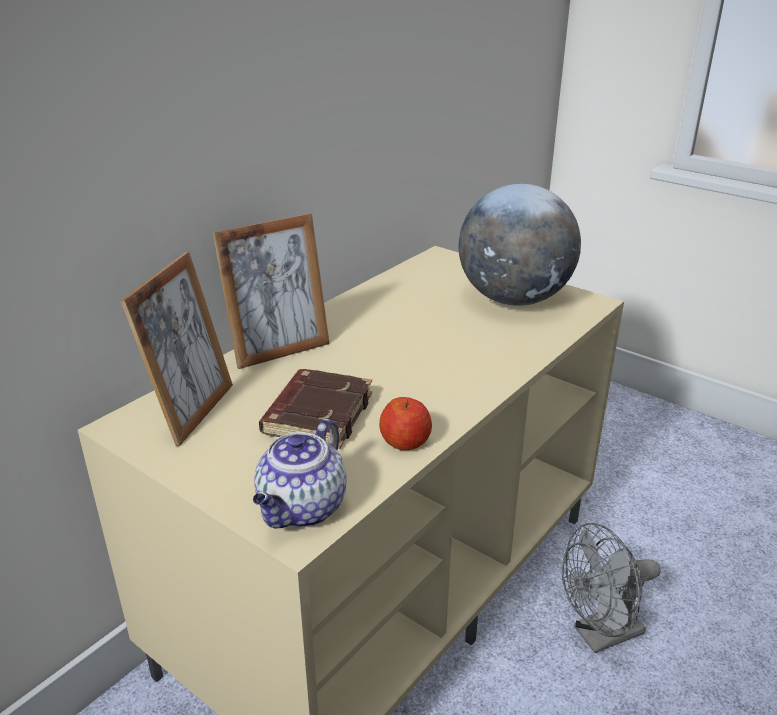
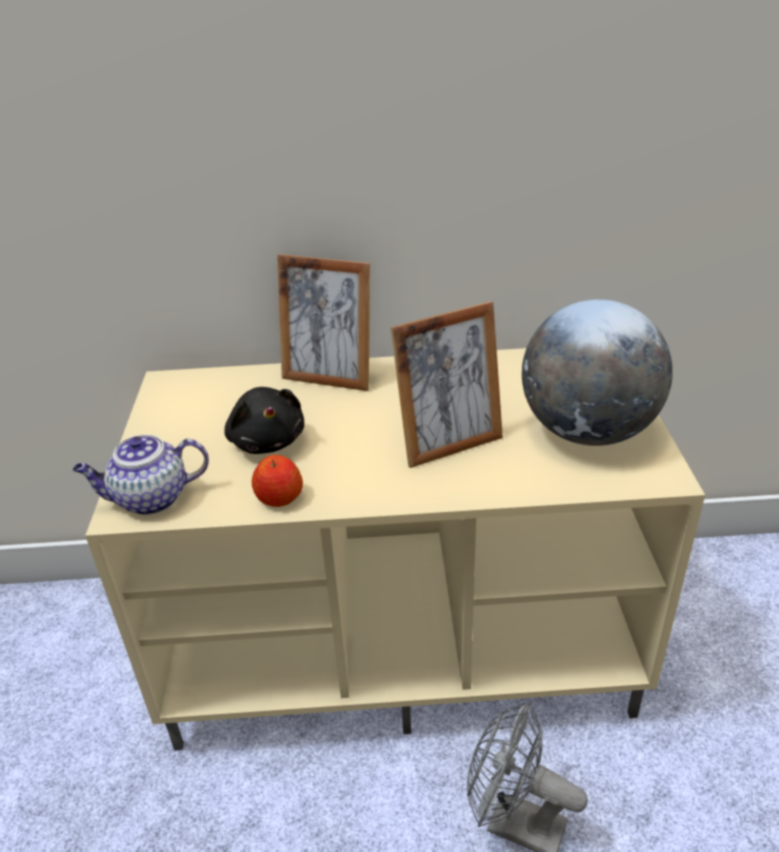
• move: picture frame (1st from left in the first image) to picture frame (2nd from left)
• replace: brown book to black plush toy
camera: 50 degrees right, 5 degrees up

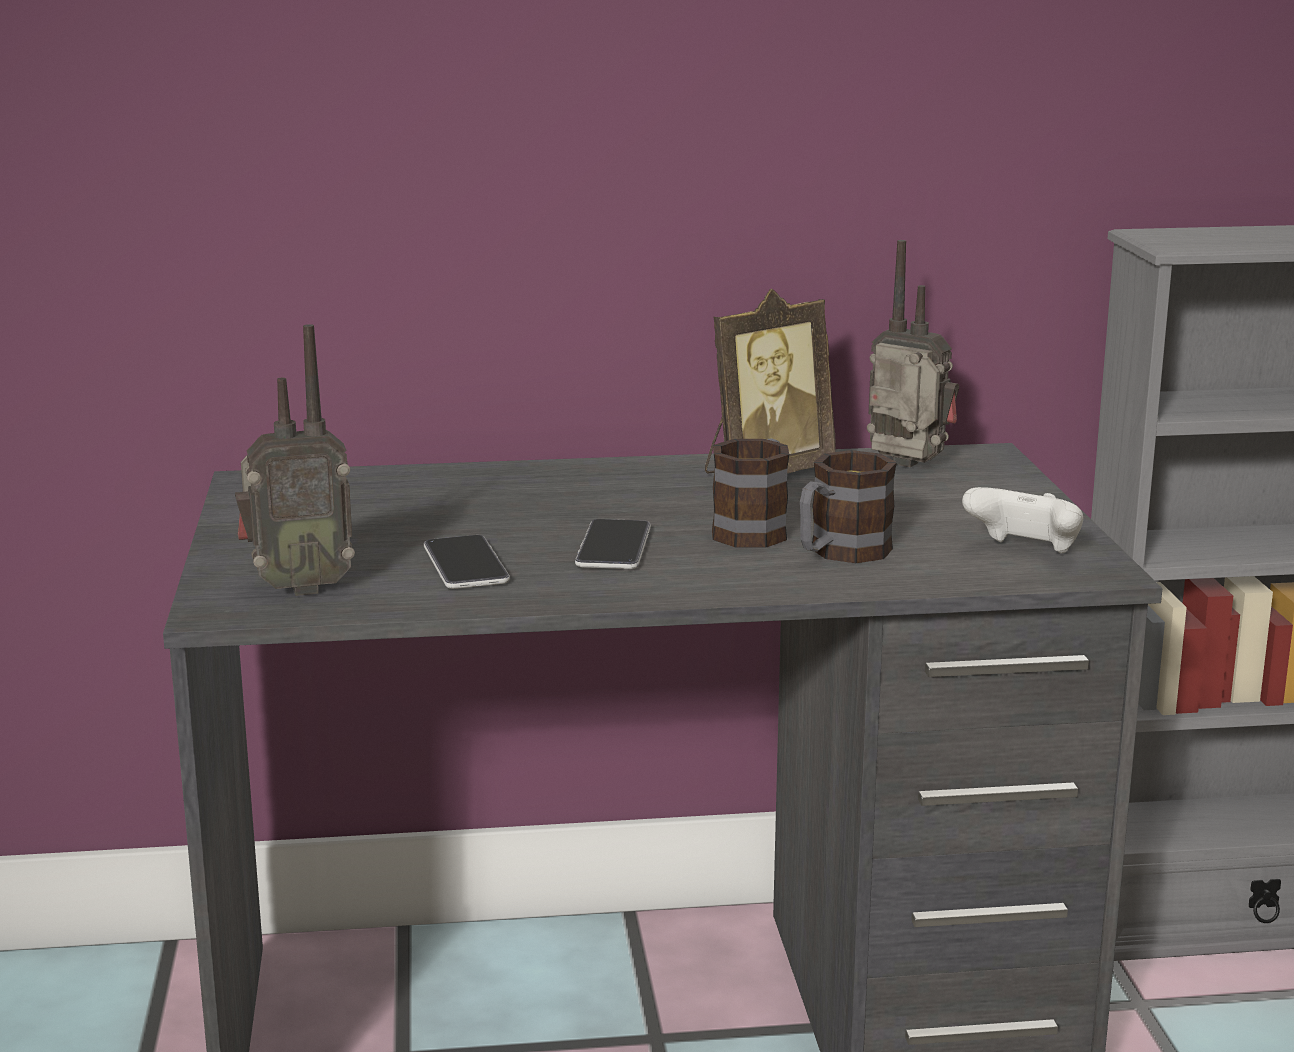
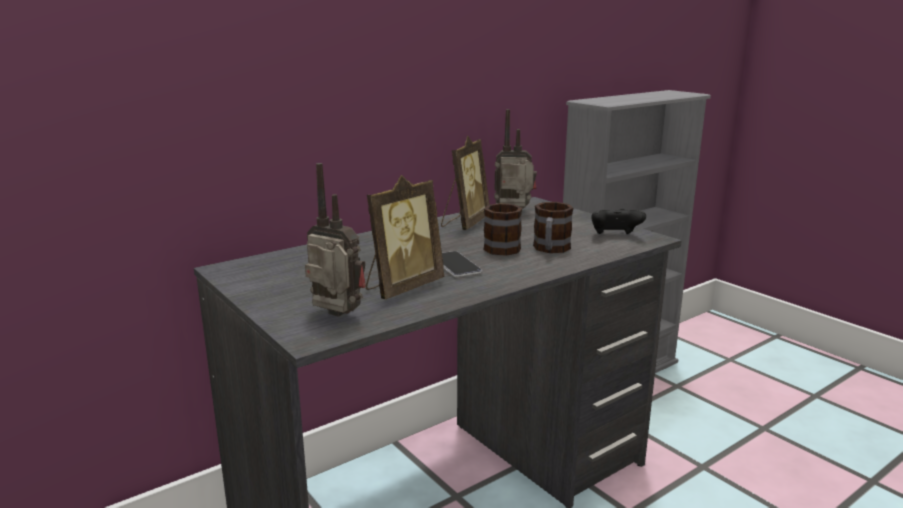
• replace: phone (1st from left) to picture frame (1st from left)
• recolor: white game controller to black game controller
• rotate: radio (1st from left) 105 degrees counterclockwise
camera: 30 degrees left, 0 degrees up

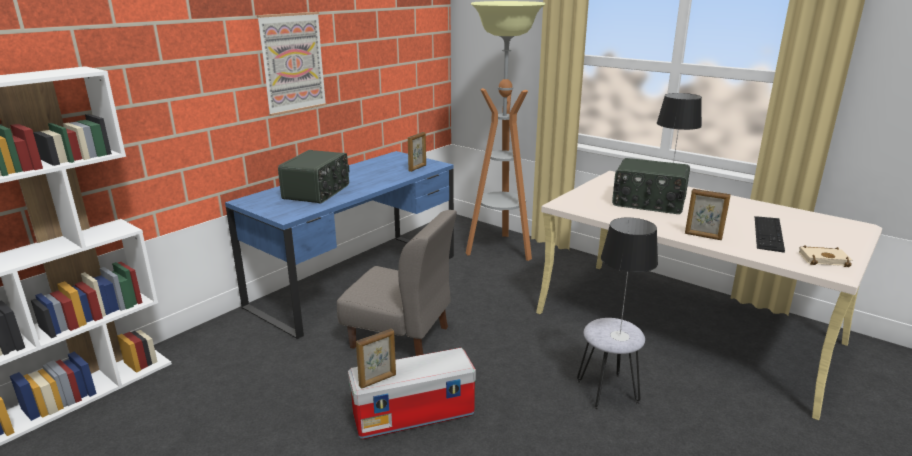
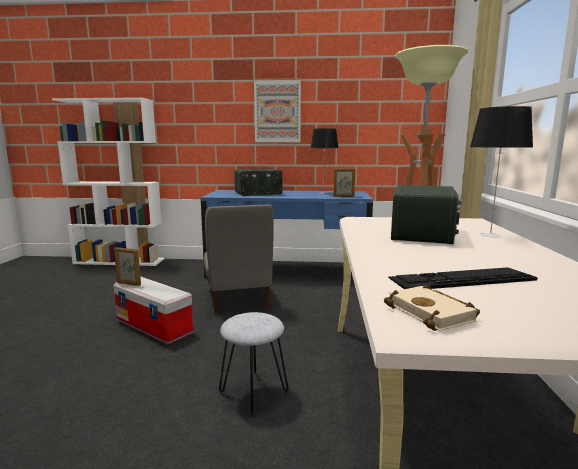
• delete: picture frame (3rd from left)
• move: table lamp (1st from left)
• rotate: radio (2nd from left) 150 degrees counterclockwise
camera: 55 degrees right, 10 degrees down

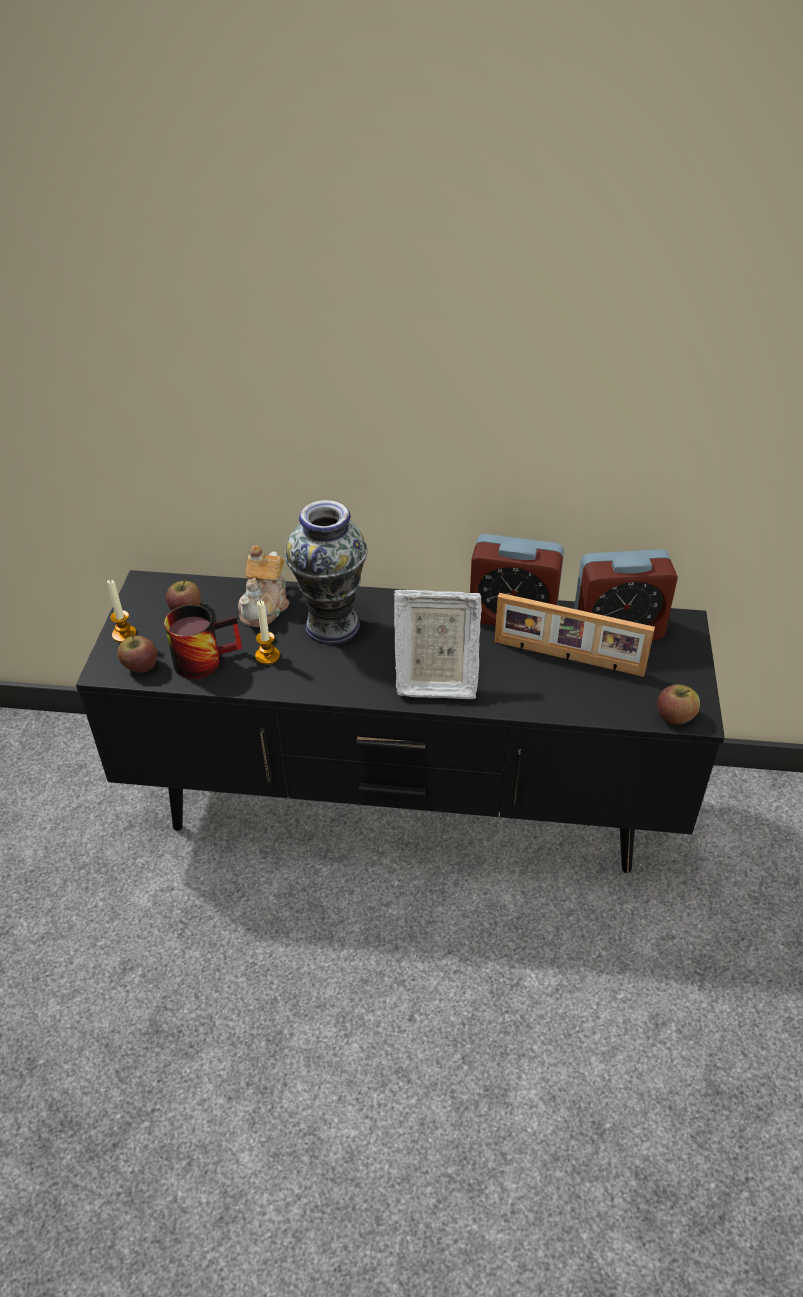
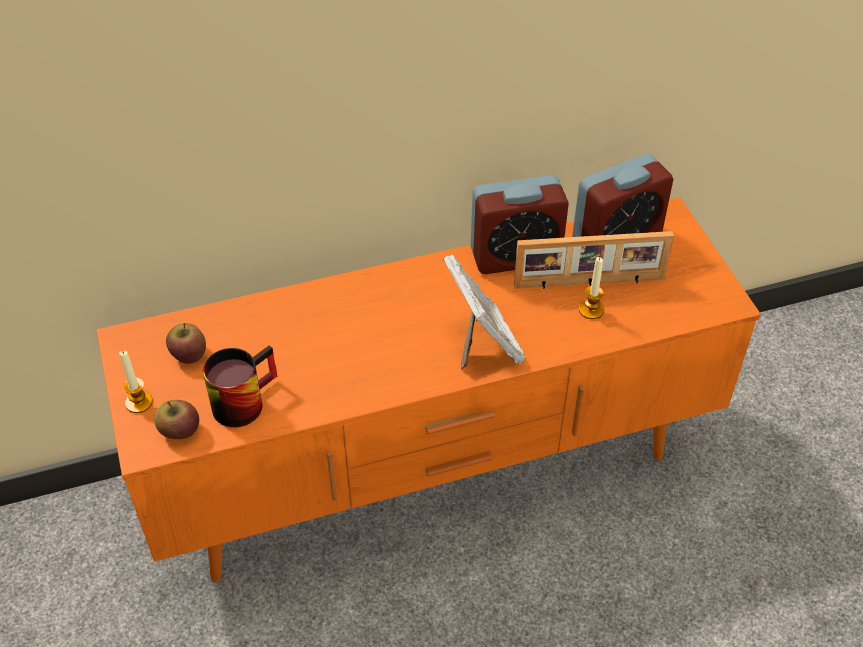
• delete: teapot
• delete: vase
• delete: apple (3rd from left)
• move: candle (2nd from left)
• recolor: black tv stand to orange tv stand
• rotate: picture frame (1st from left) 90 degrees counterclockwise
camera: 25 degrees left, 5 degrees up

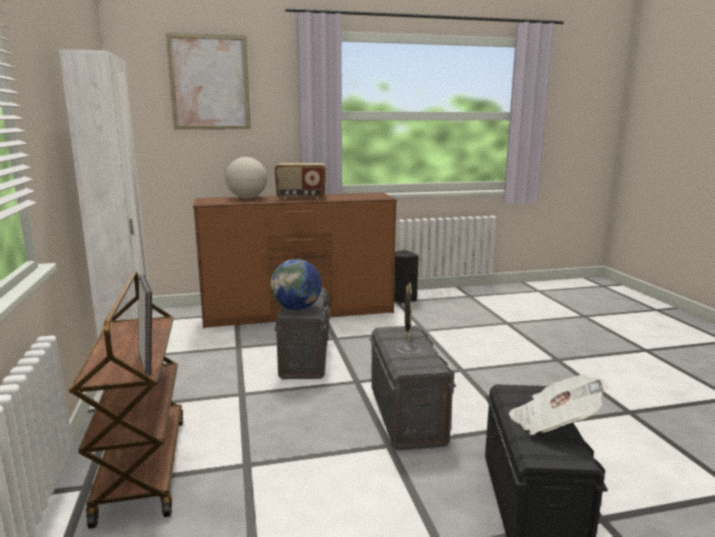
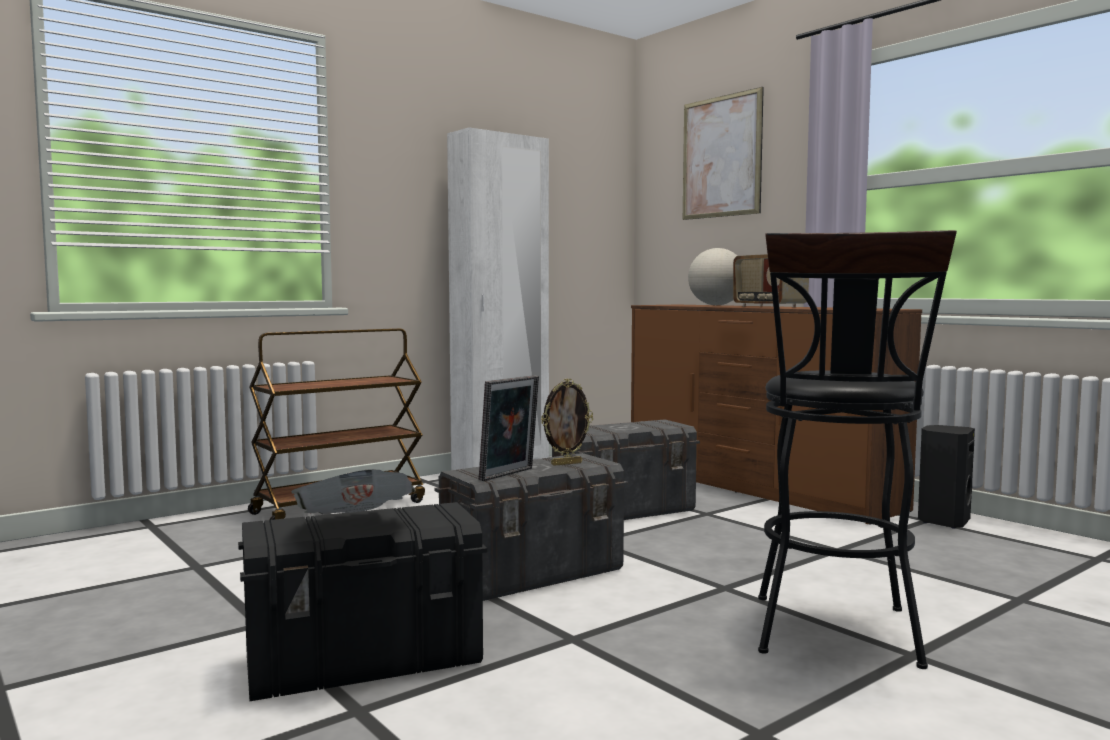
• delete: globe (2nd from left)
• insert: black stool
• move: picture frame (1st from left)
camera: 65 degrees right, 10 degrees down

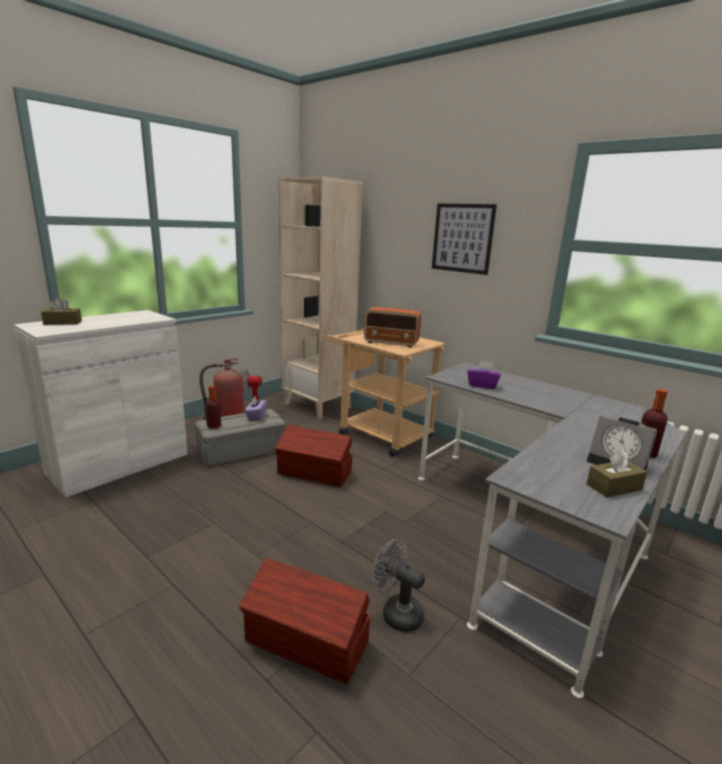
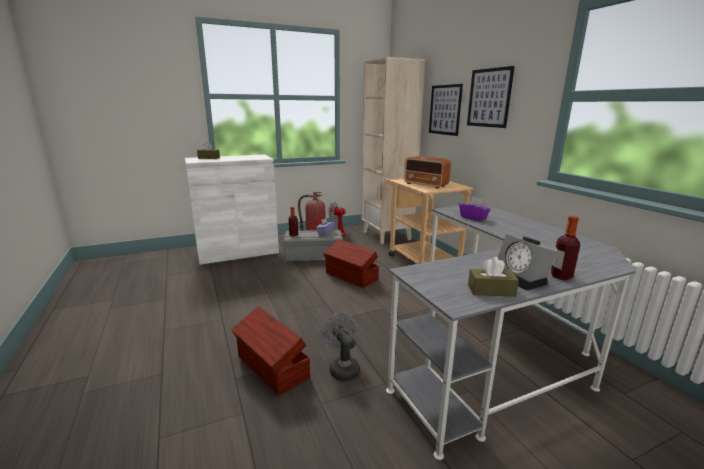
• insert: picture (1st from left)
camera: 25 degrees right, 0 degrees up

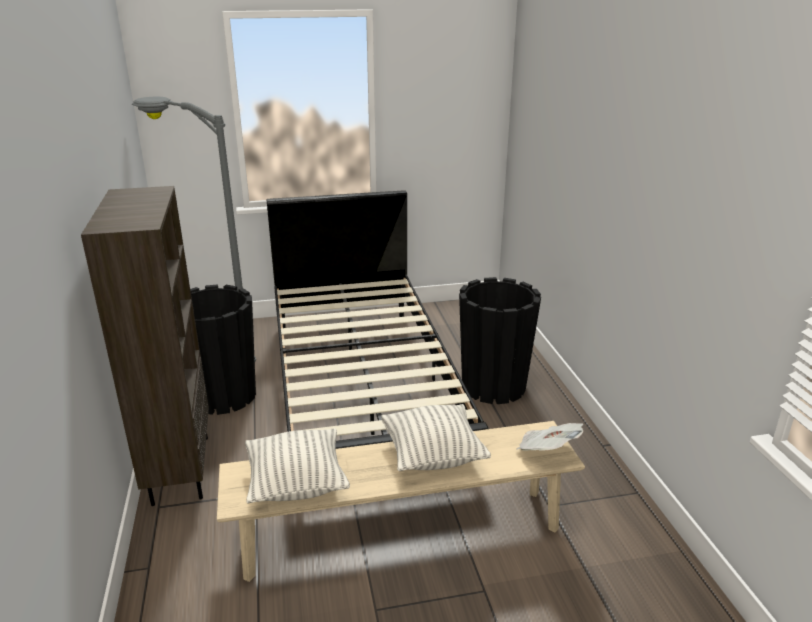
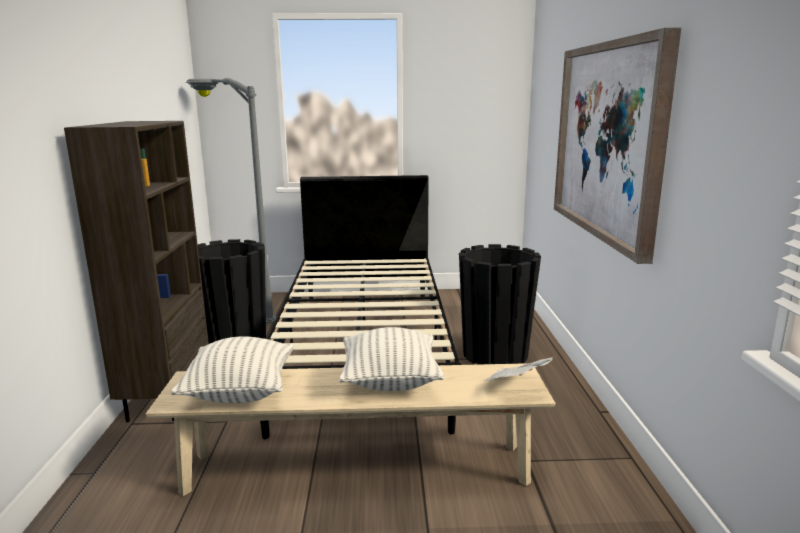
• insert: picture
camera: 10 degrees right, 10 degrees down

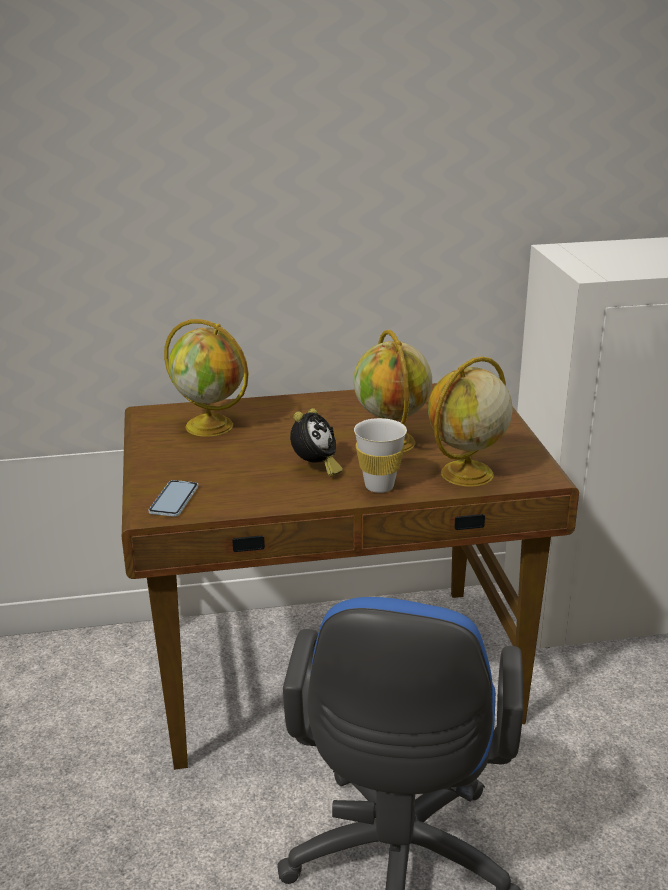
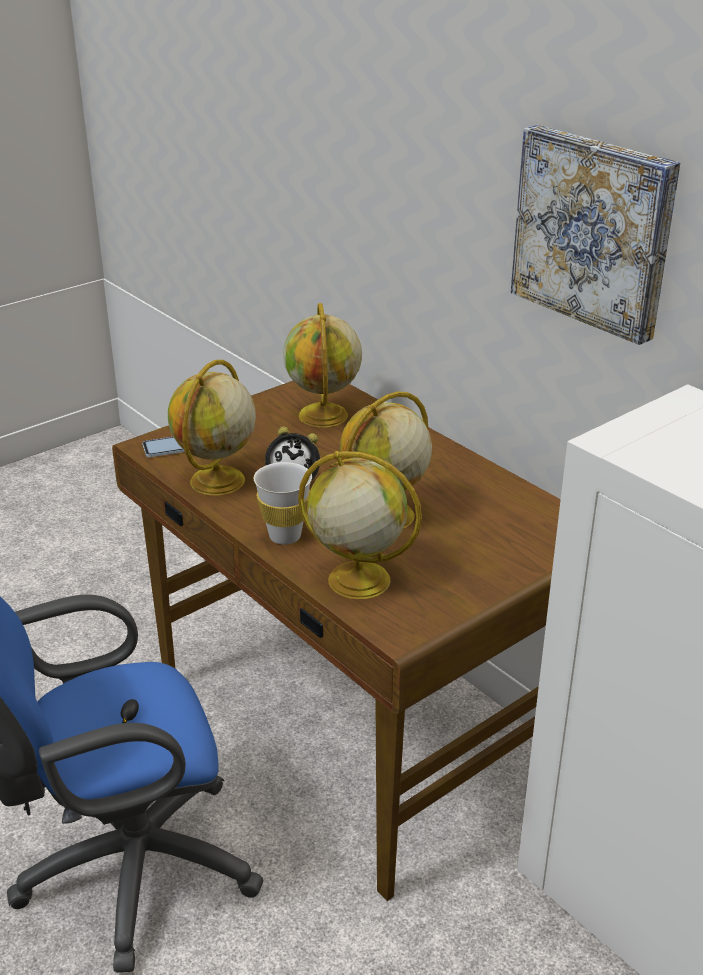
• insert: globe (1st from left)
• insert: picture
camera: 60 degrees right, 5 degrees up

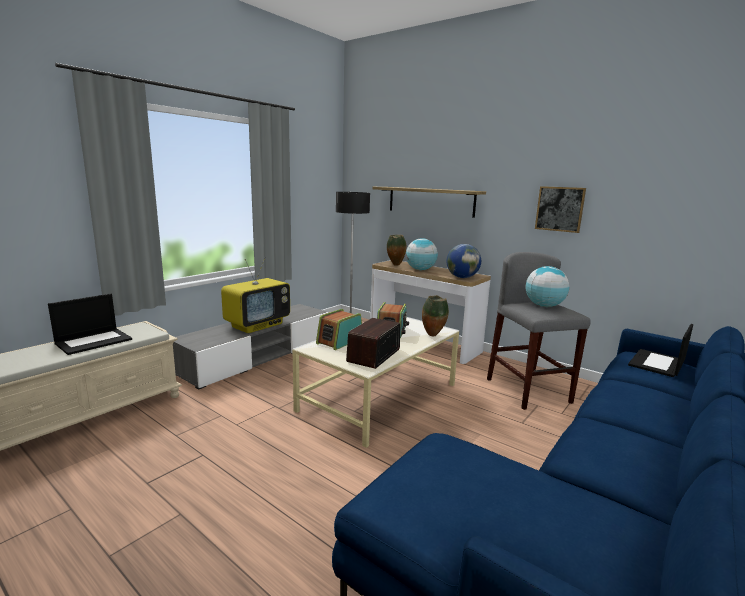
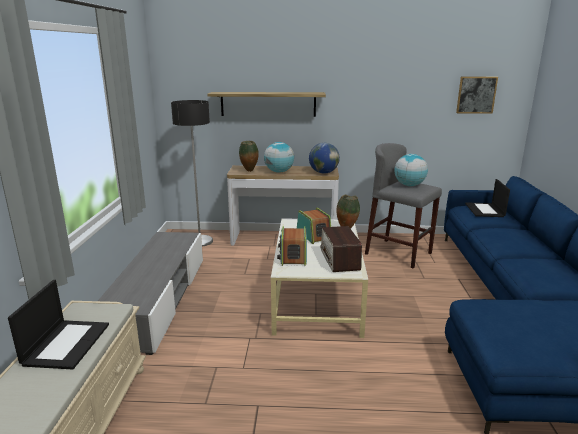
• delete: television
• move: picture
camera: 35 degrees left, 5 degrees up

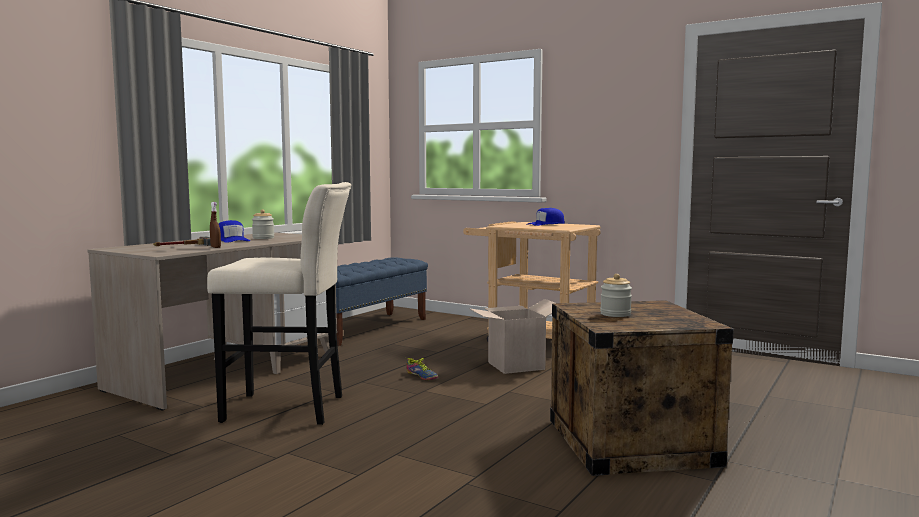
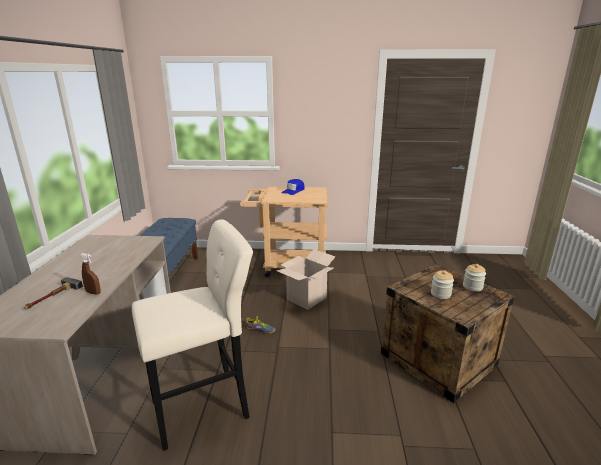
• delete: blue cap (1st from left)
• move: jar (1st from left in the first image) to jar (2nd from left)
camera: 30 degrees left, 15 degrees up

